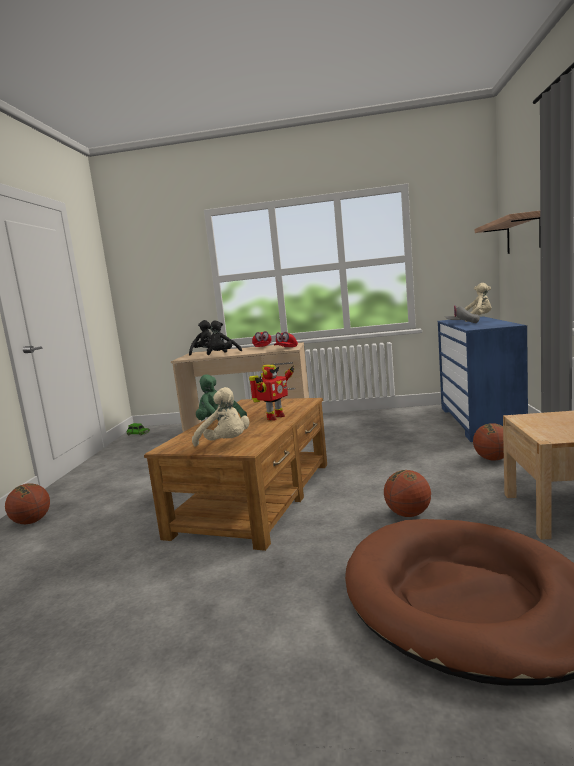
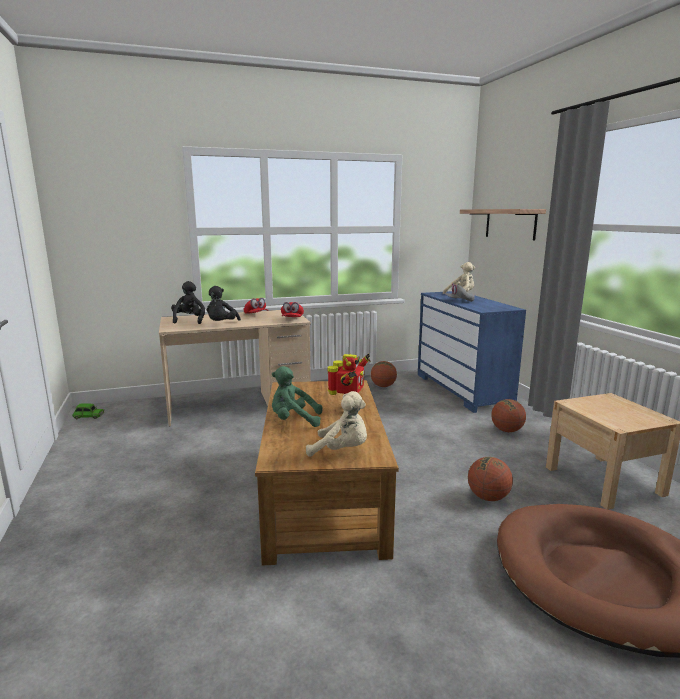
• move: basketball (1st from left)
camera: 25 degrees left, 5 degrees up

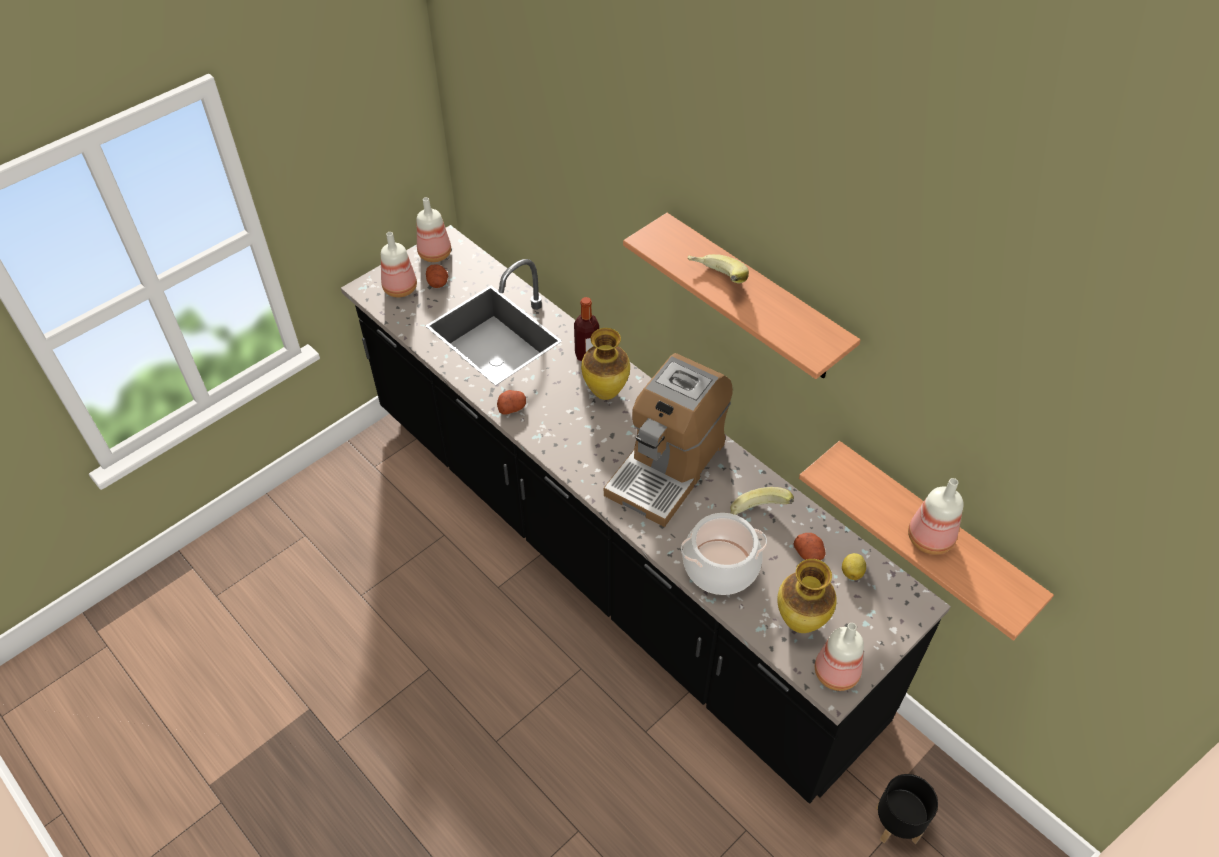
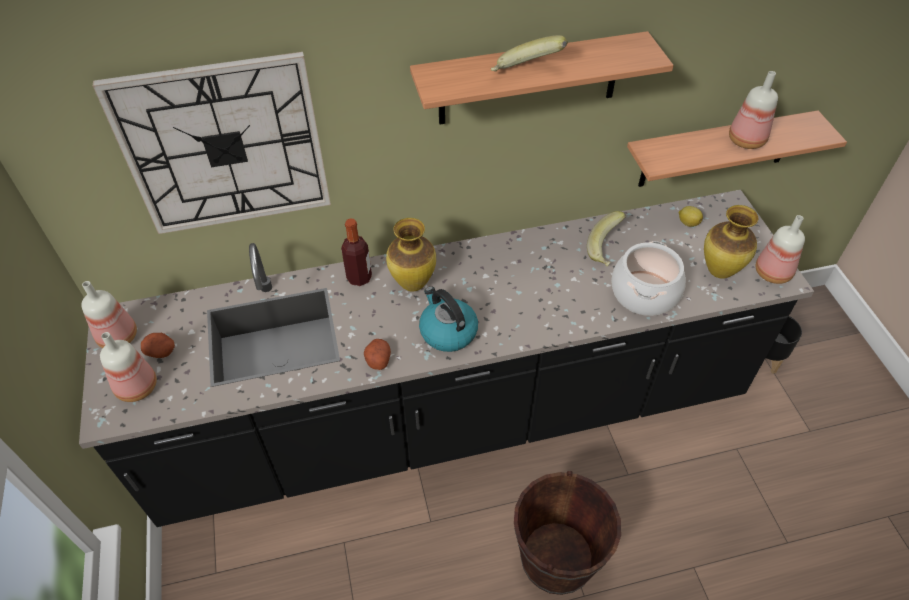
• delete: coffee machine
• delete: potato (3rd from left)
• insert: wall clock
• insert: kettle
• insert: brown bucket
camera: 60 degrees left, 0 degrees up

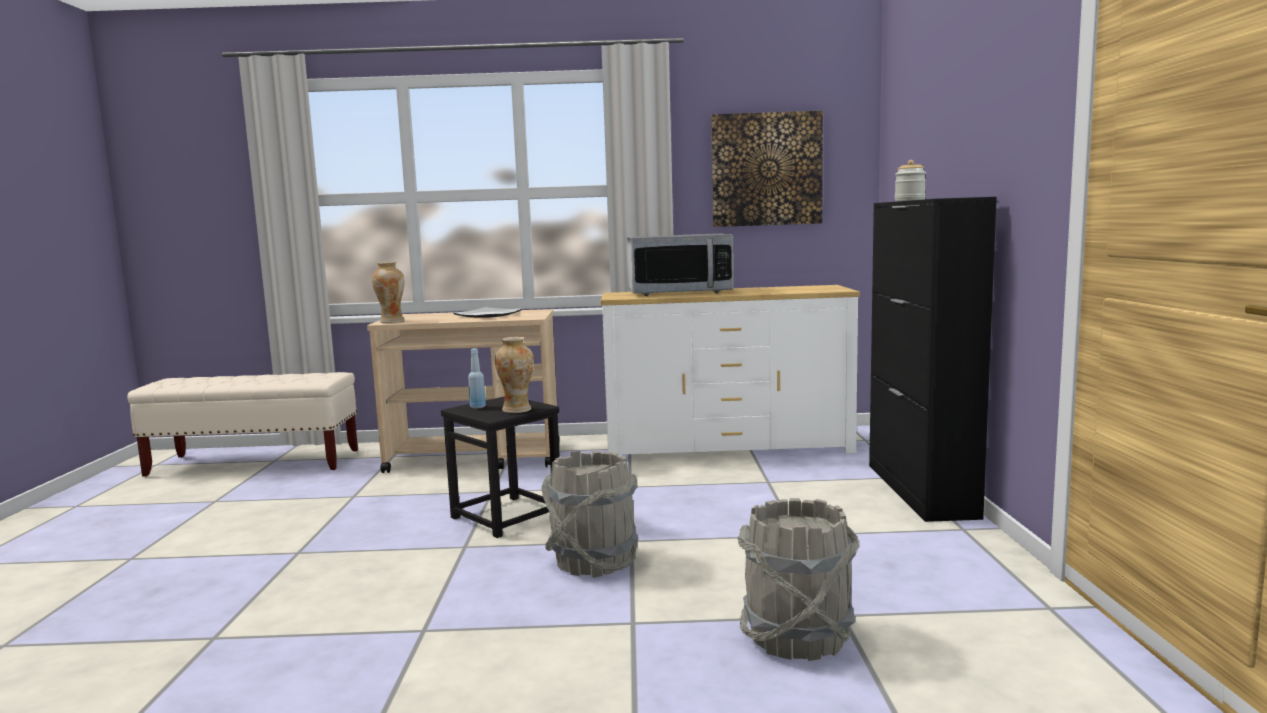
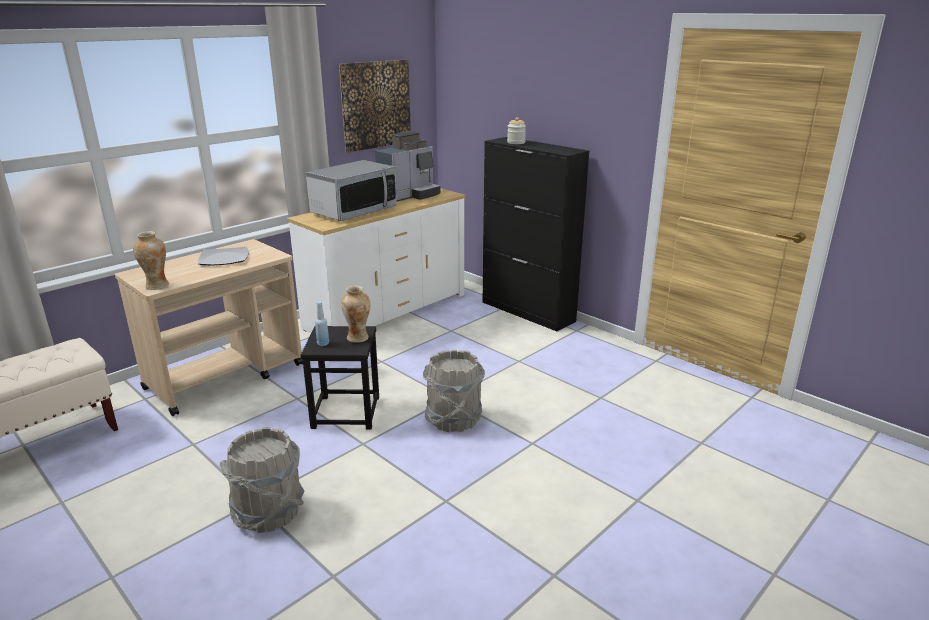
• insert: coffee machine
• move: grey bucket (2nd from left in the first image) to grey bucket (1st from left)
camera: 45 degrees left, 15 degrees up

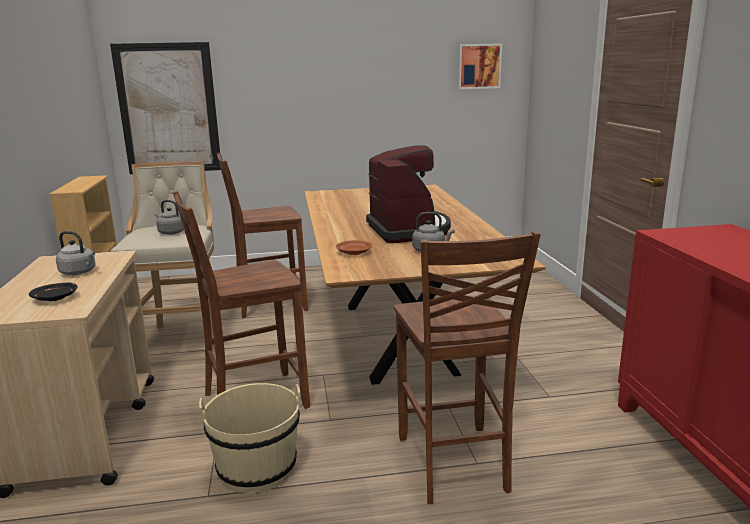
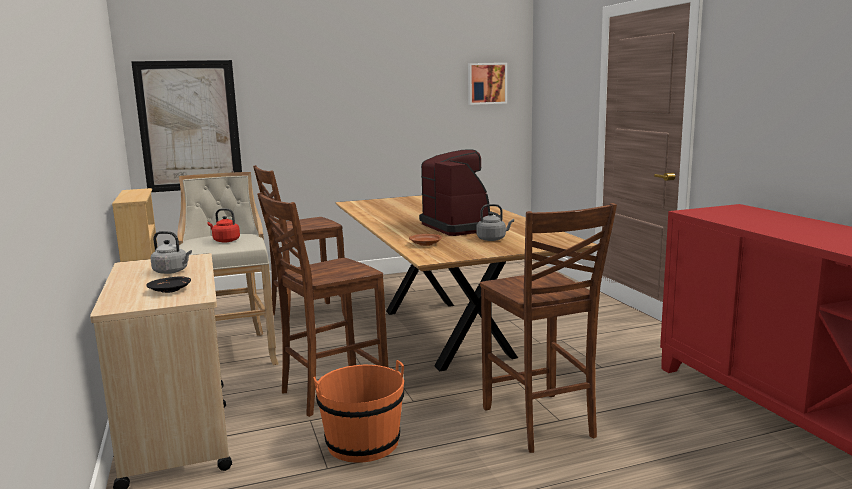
• recolor: grey kettle (2nd from left) to red kettle
• recolor: beige bucket to orange bucket
camera: 10 degrees left, 5 degrees down

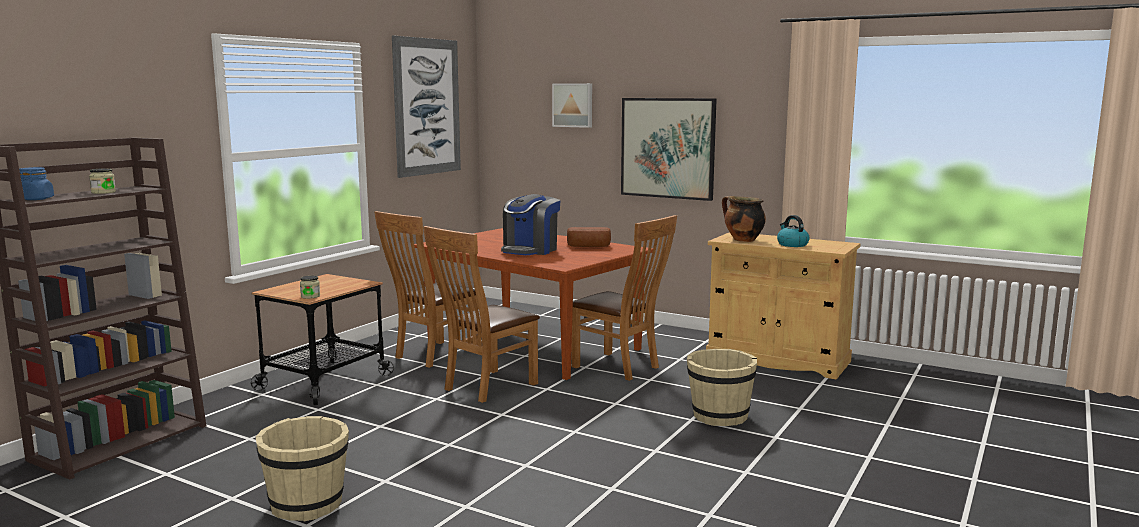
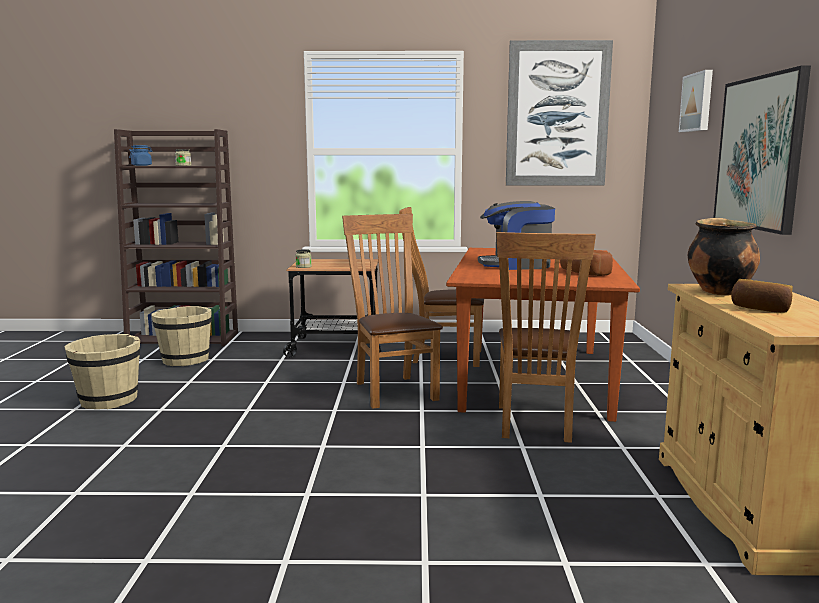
• move: beige bucket (2nd from left)
• replace: kettle to bread (2nd from left)
• rotate: brown chair (2nd from left in the first image) 60 degrees clockwise
camera: 60 degrees right, 0 degrees up

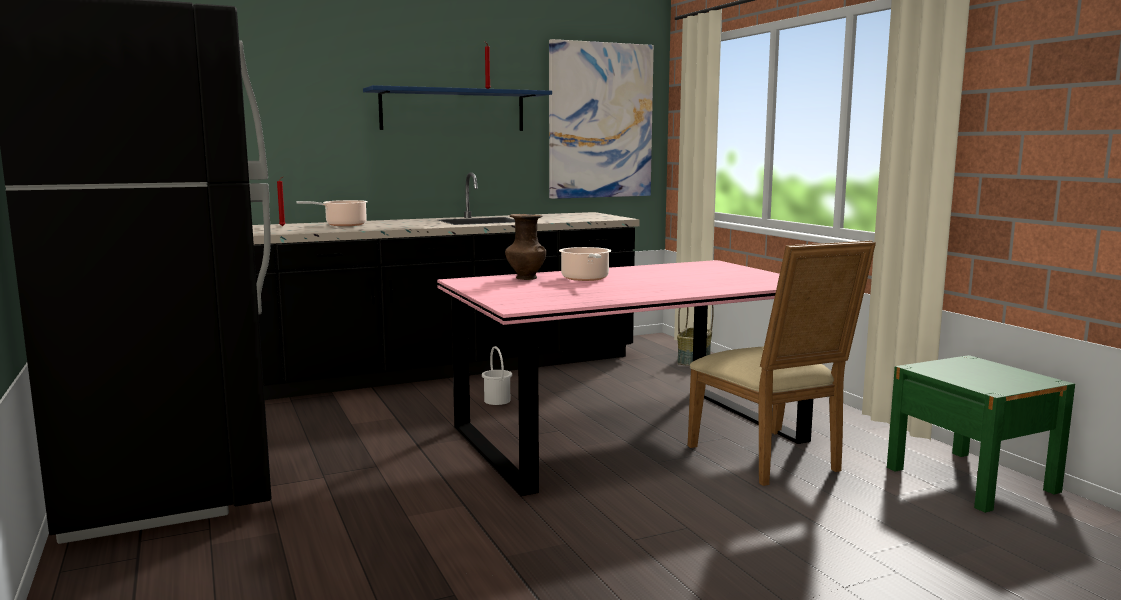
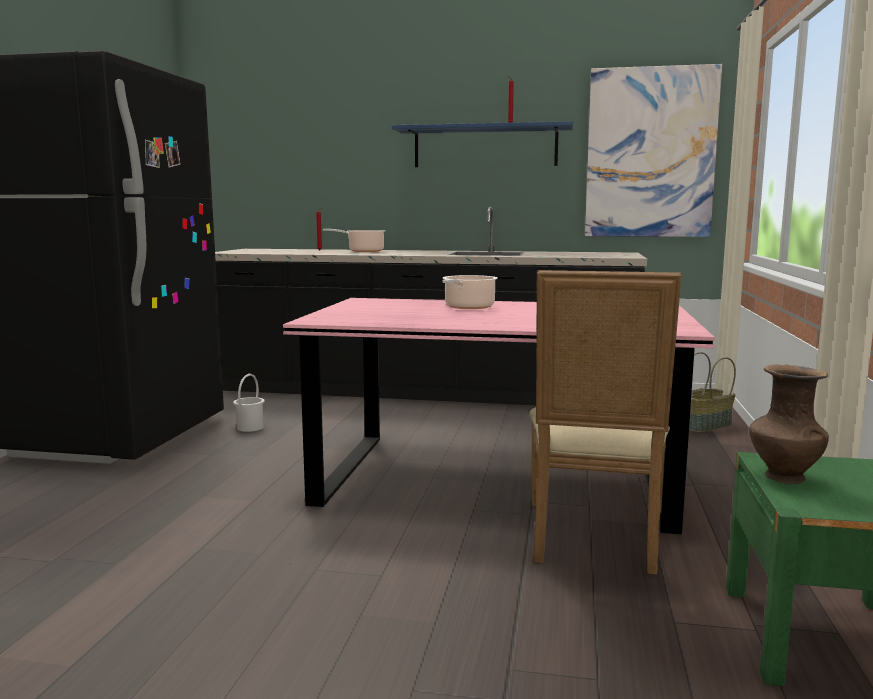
• move: white bucket
• move: brown vase
camera: 35 degrees right, 0 degrees up

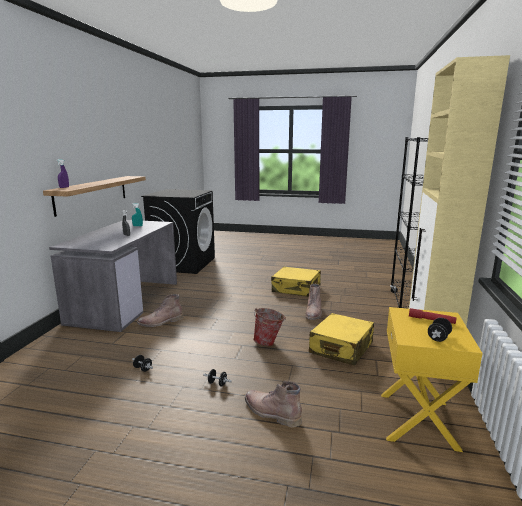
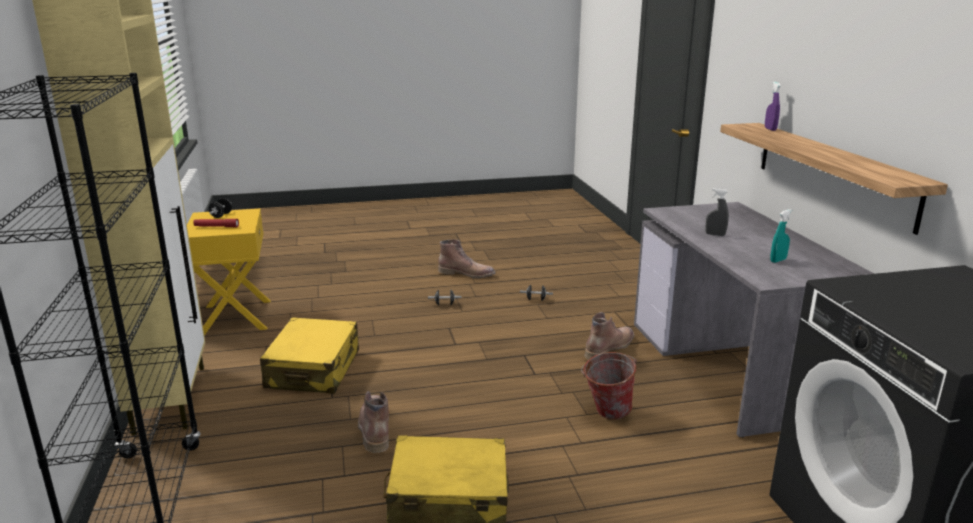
• move: brown boot (2nd from left)
• move: bucket
camera: 155 degrees right, 5 degrees up

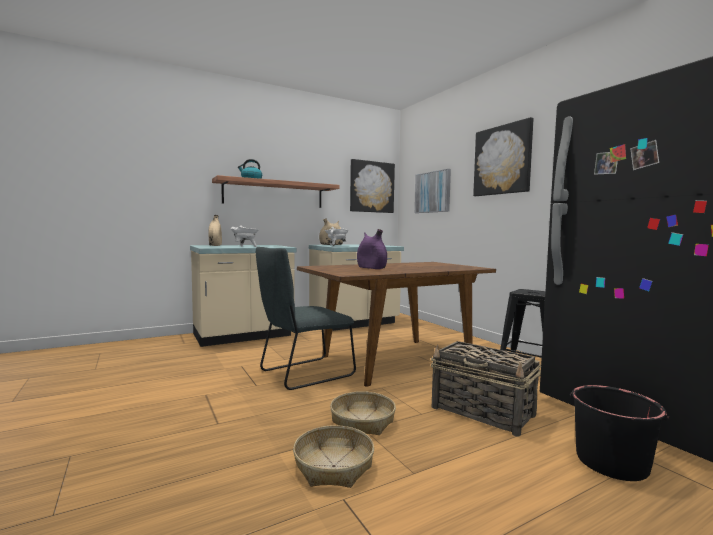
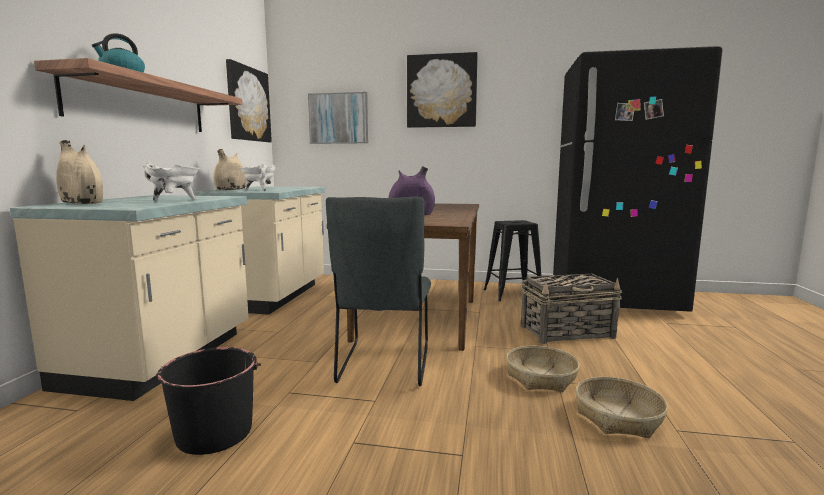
• move: black bucket
camera: 50 degrees left, 5 degrees up

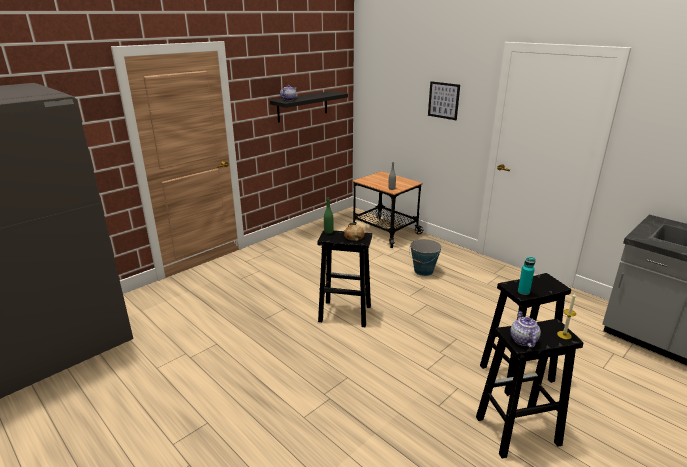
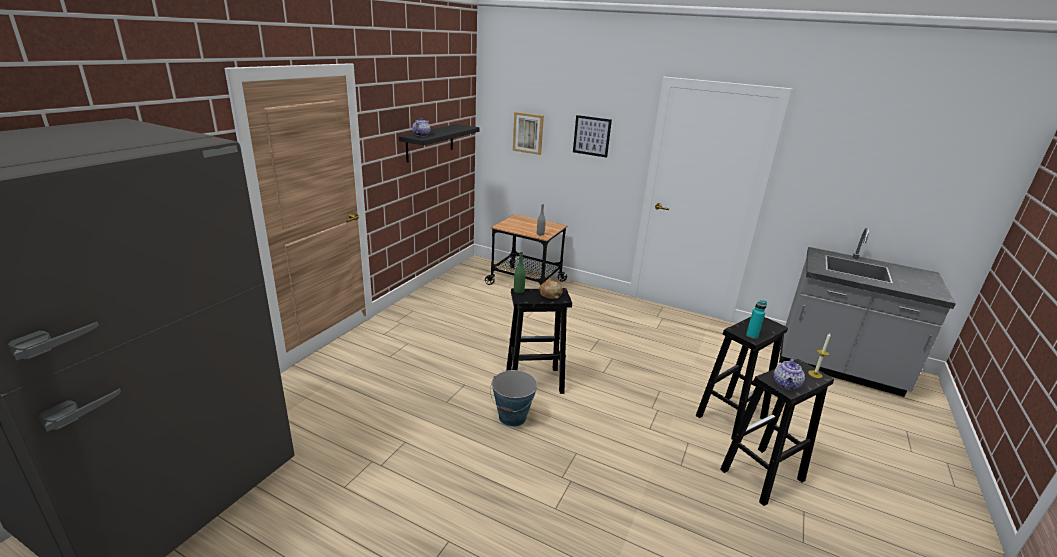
• insert: picture (1st from left)
• move: bucket
• rotate: teapot (2nd from left) 135 degrees counterclockwise
camera: 20 degrees left, 0 degrees up

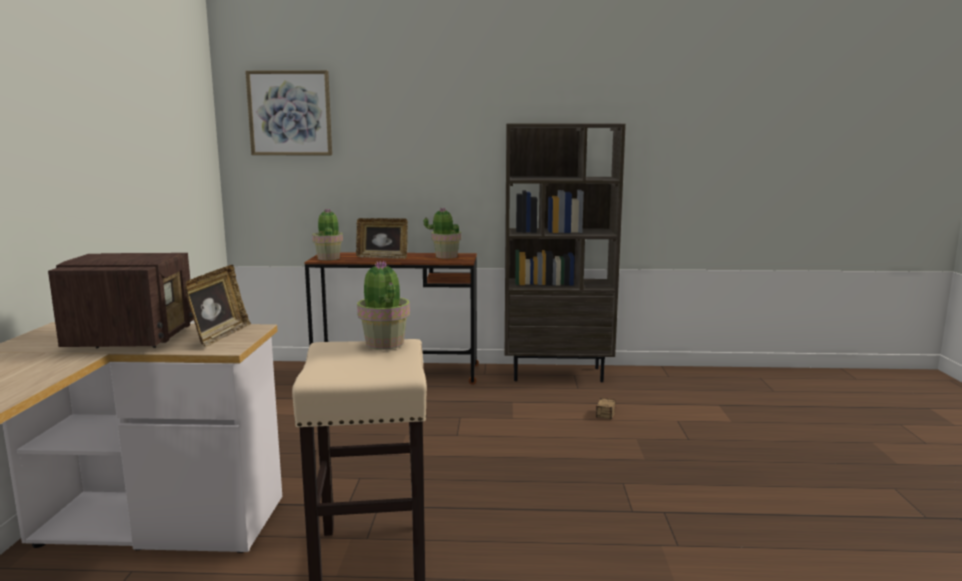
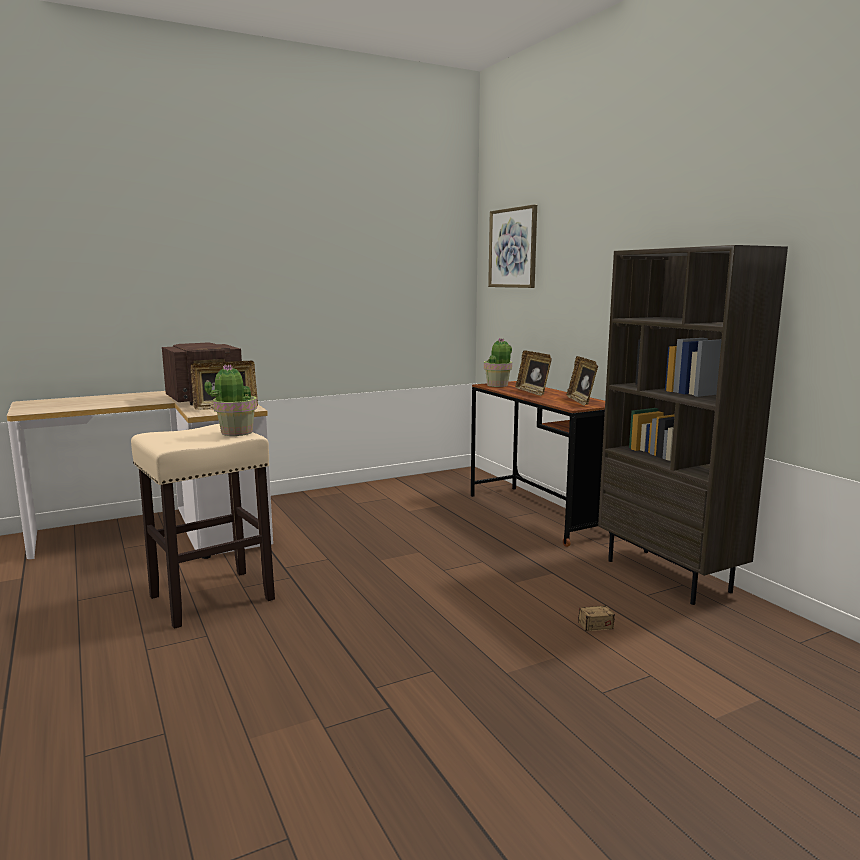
• replace: potted plant (3rd from left) to picture frame (3rd from left)
camera: 60 degrees right, 0 degrees up

